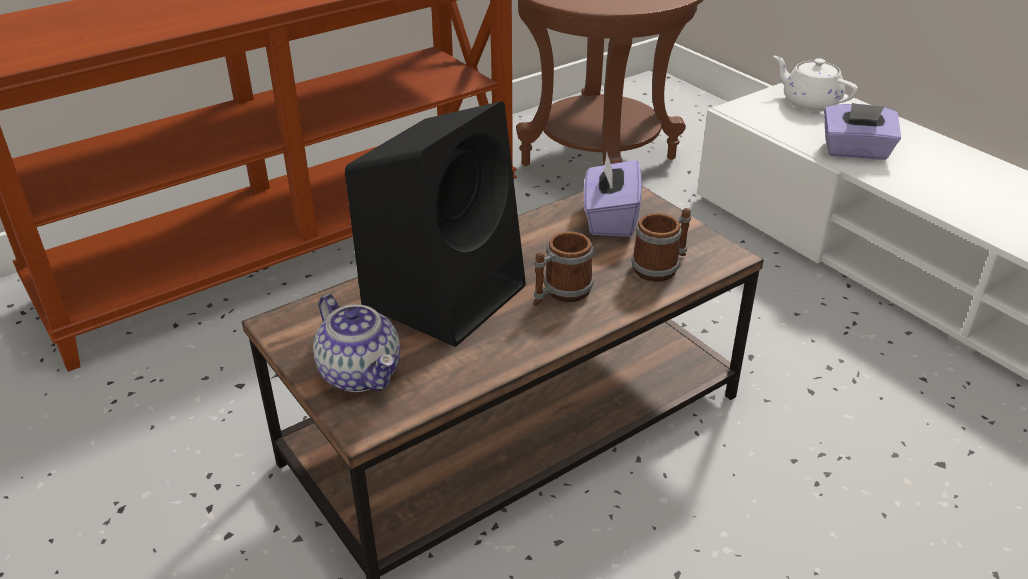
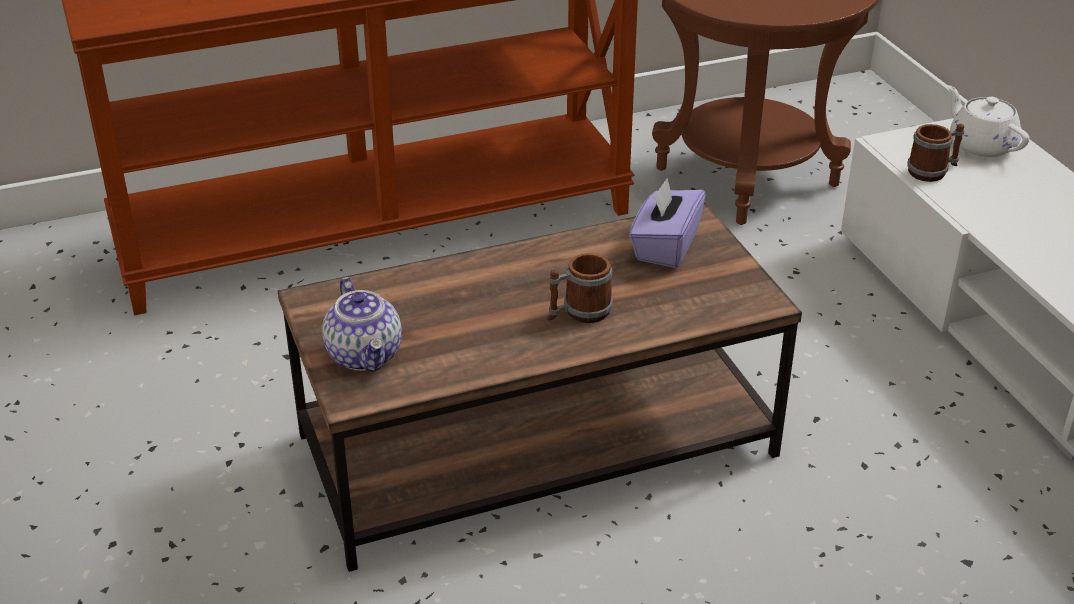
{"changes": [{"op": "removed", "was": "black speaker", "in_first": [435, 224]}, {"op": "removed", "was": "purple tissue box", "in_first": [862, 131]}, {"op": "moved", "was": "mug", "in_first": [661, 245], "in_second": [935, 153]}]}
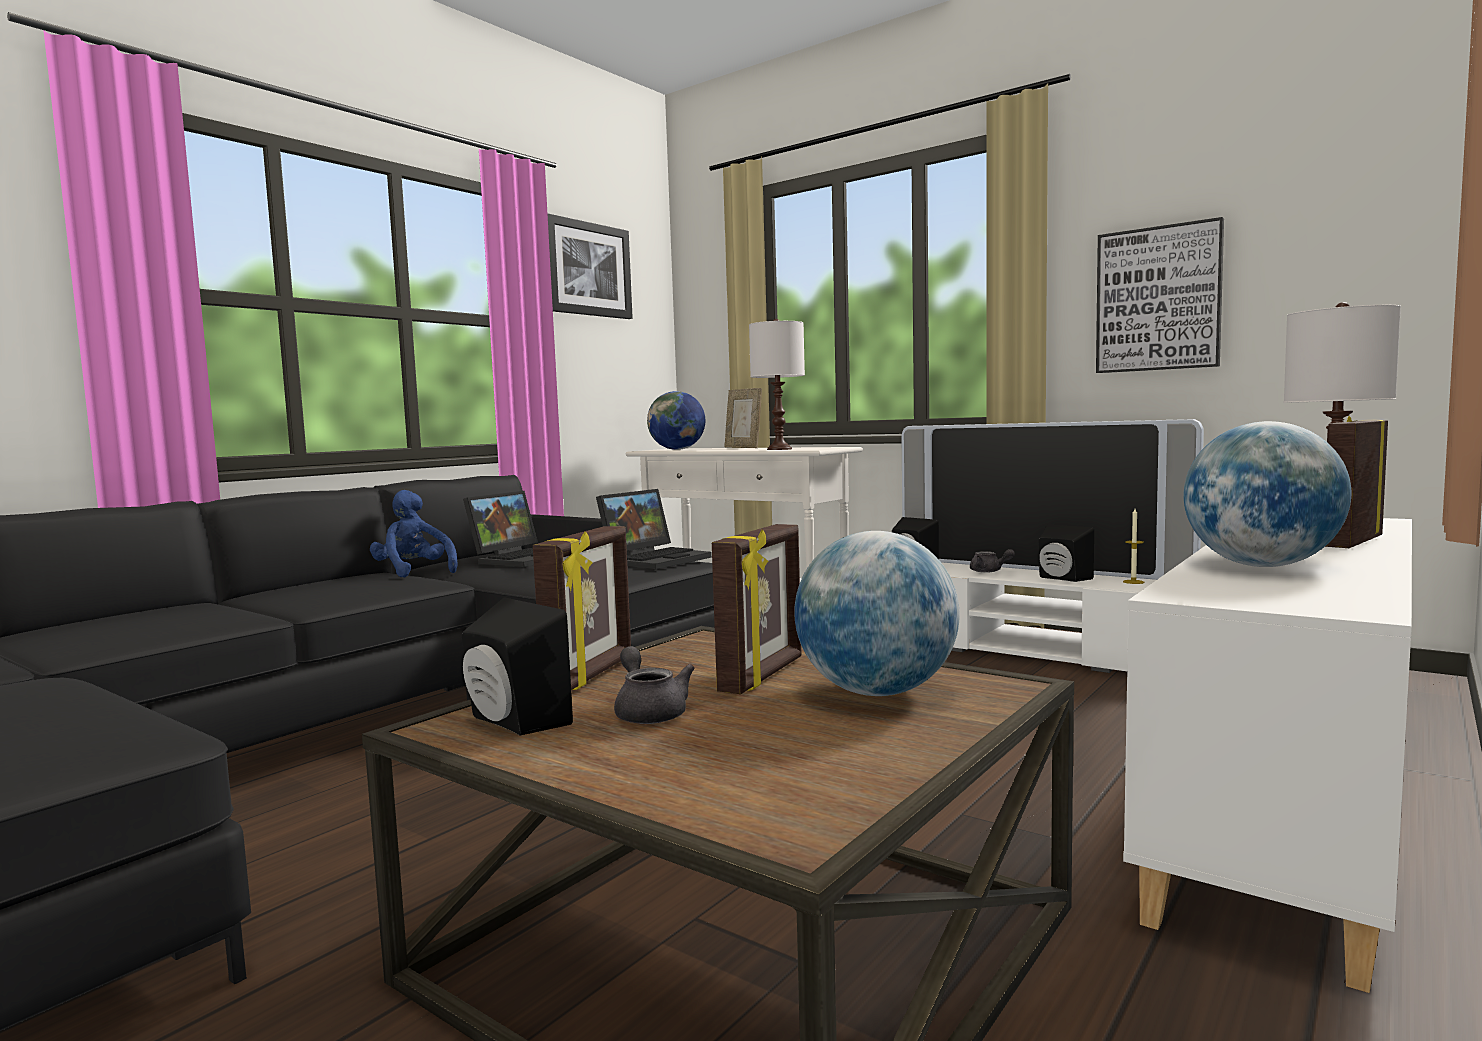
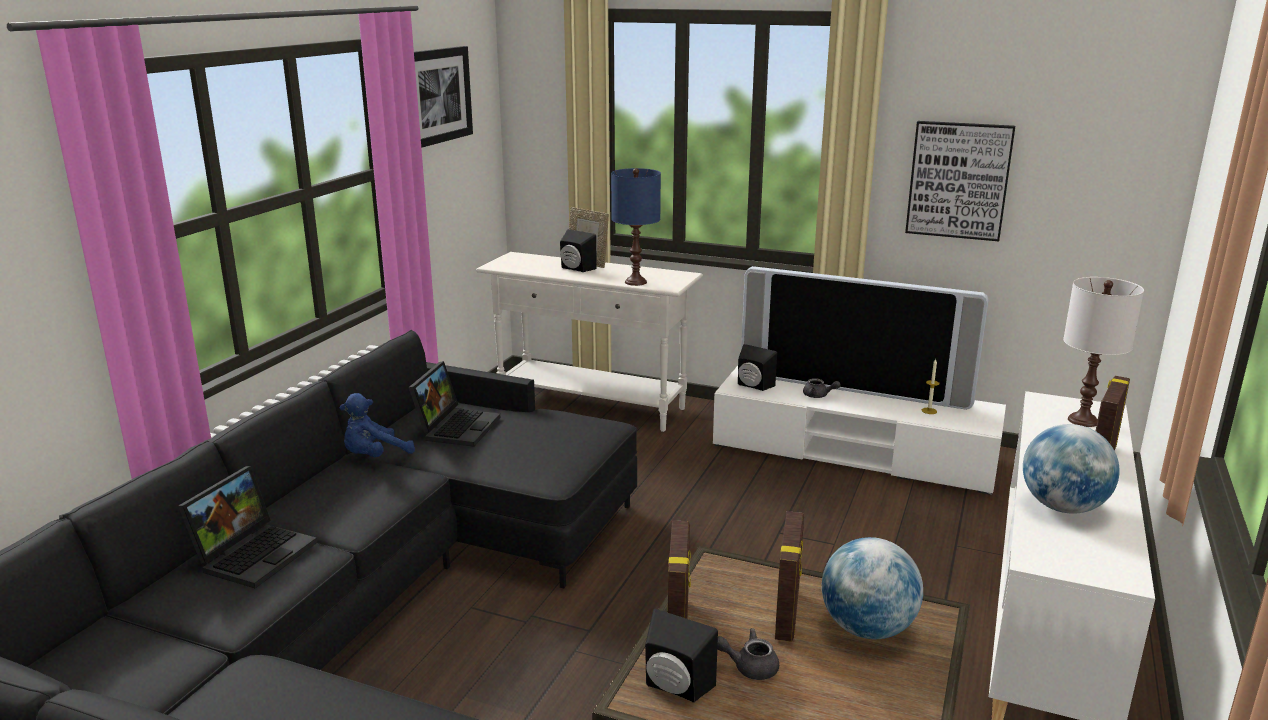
{"changes": [{"op": "recoloured", "was": "white table lamp", "now": "blue table lamp", "in_first": [777, 384], "in_second": [636, 227]}, {"op": "removed", "was": "globe", "in_first": [676, 420]}, {"op": "moved", "was": "laptop", "in_first": [654, 529], "in_second": [247, 527]}, {"op": "turned", "was": "blue plush toy", "in_first": [414, 534], "in_second": [377, 425], "clockwise": -75}, {"op": "moved", "was": "black speaker", "in_first": [1066, 553], "in_second": [578, 250]}, {"op": "turned", "was": "grey teapot", "in_first": [654, 685], "in_second": [748, 654], "clockwise": -45}]}
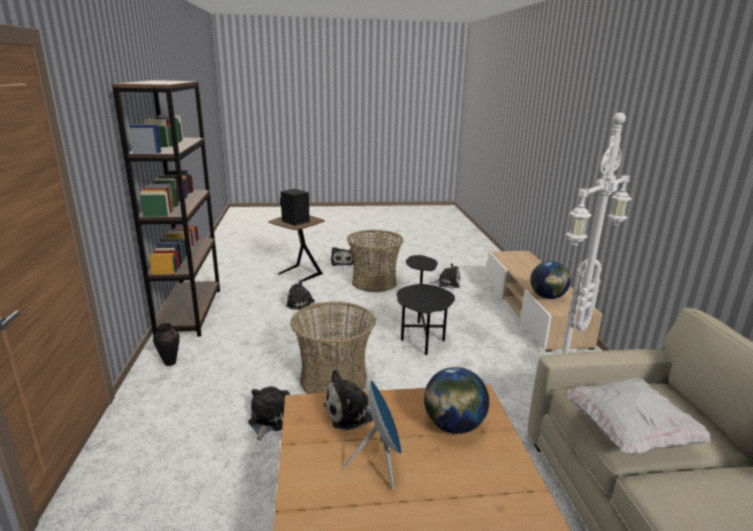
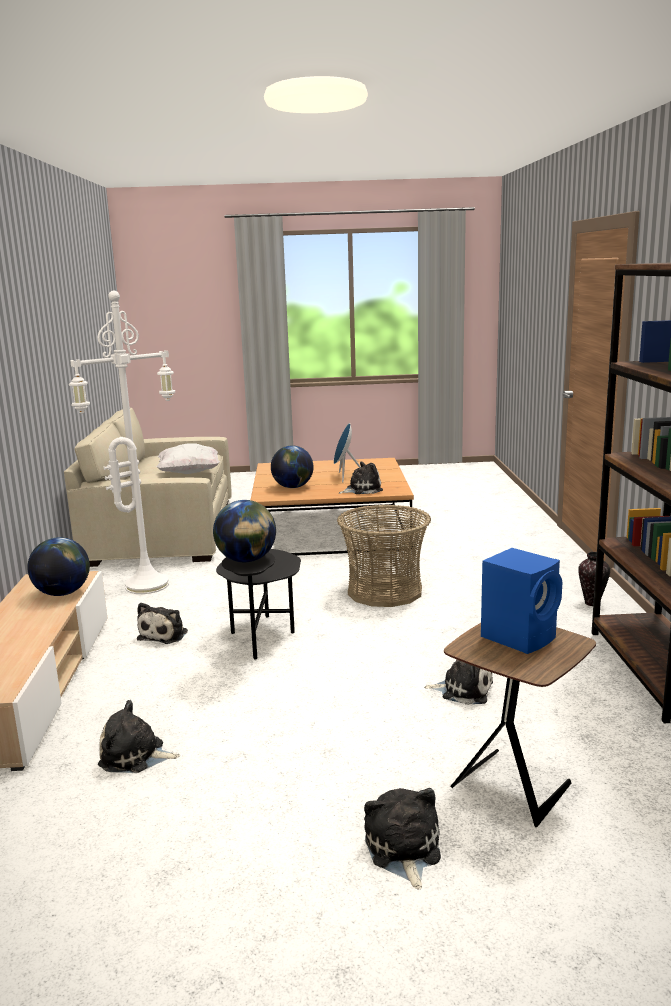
{"changes": [{"op": "recoloured", "was": "black speaker", "now": "blue speaker", "in_first": [295, 207], "in_second": [521, 601]}, {"op": "removed", "was": "basket", "in_first": [375, 261]}, {"op": "moved", "was": "plush toy", "in_first": [269, 414], "in_second": [162, 623]}, {"op": "added", "now": "globe", "in_second": [244, 531]}]}
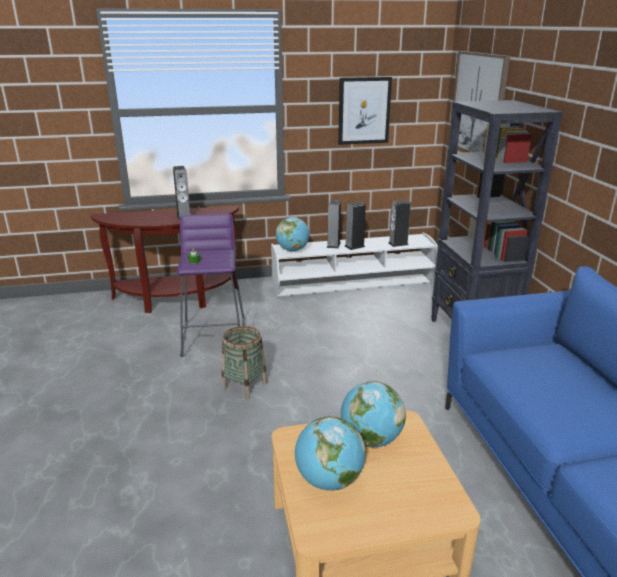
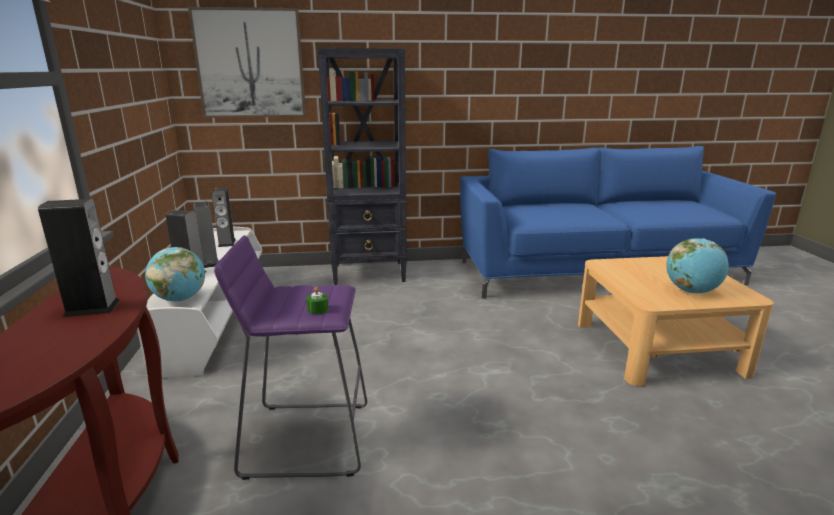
{"changes": [{"op": "removed", "was": "picture", "in_first": [365, 111]}, {"op": "removed", "was": "basket", "in_first": [244, 362]}, {"op": "removed", "was": "globe", "in_first": [373, 414]}]}
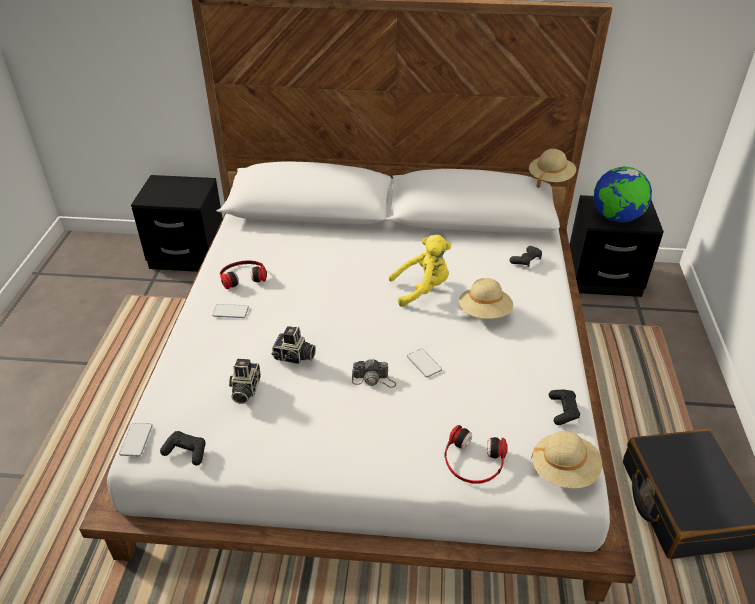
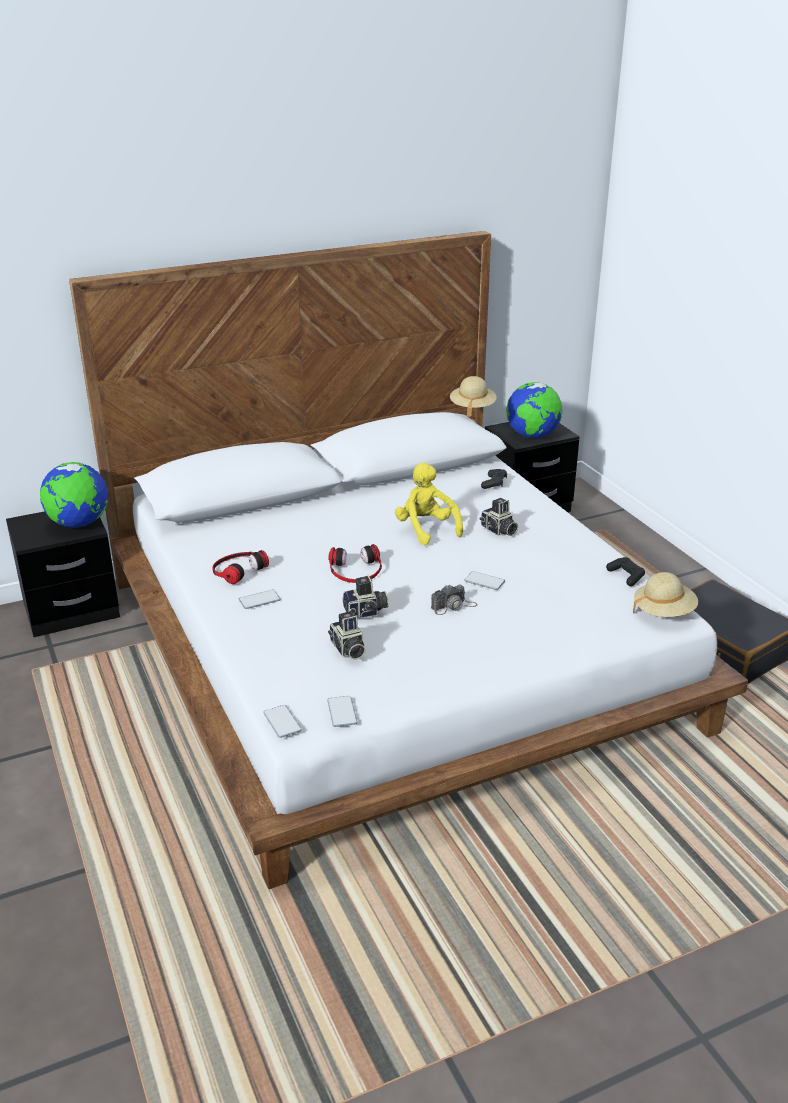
{"changes": [{"op": "turned", "was": "yellow plush toy", "in_first": [420, 271], "in_second": [429, 504], "clockwise": -75}, {"op": "replaced", "was": "beige hat", "now": "photo camera", "in_first": [486, 298], "in_second": [498, 517]}, {"op": "moved", "was": "headphones", "in_first": [475, 454], "in_second": [355, 563]}, {"op": "replaced", "was": "black game controller", "now": "phone", "in_first": [182, 448], "in_second": [342, 711]}, {"op": "added", "now": "globe", "in_second": [74, 495]}]}
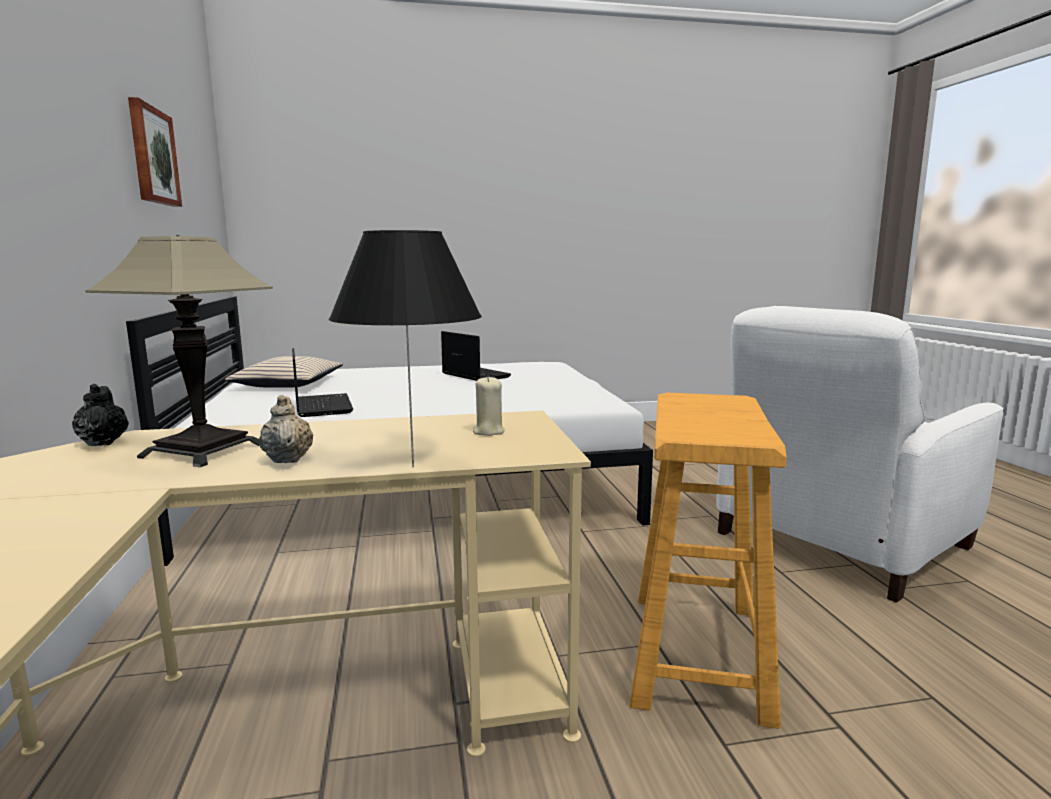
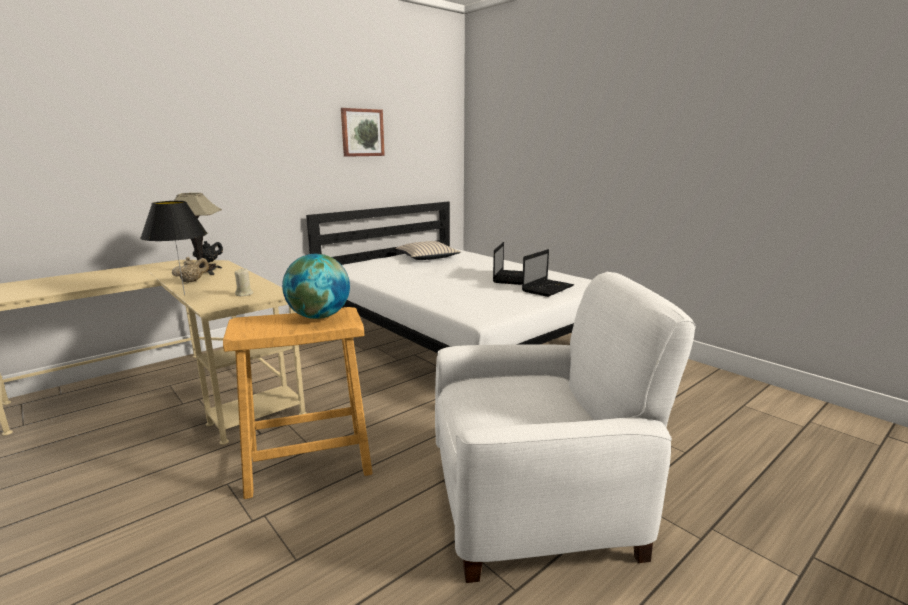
{"changes": [{"op": "turned", "was": "white armchair", "in_first": [860, 454], "in_second": [565, 427], "clockwise": 150}, {"op": "moved", "was": "laptop", "in_first": [322, 382], "in_second": [548, 273]}, {"op": "added", "now": "globe", "in_second": [316, 286]}]}
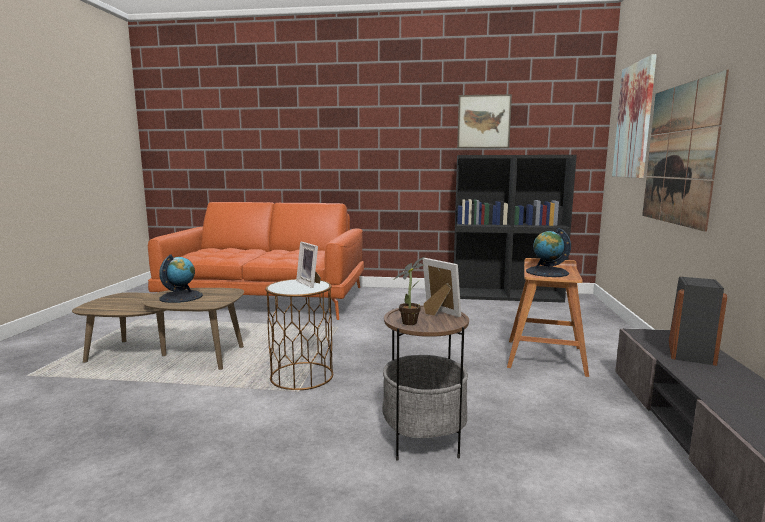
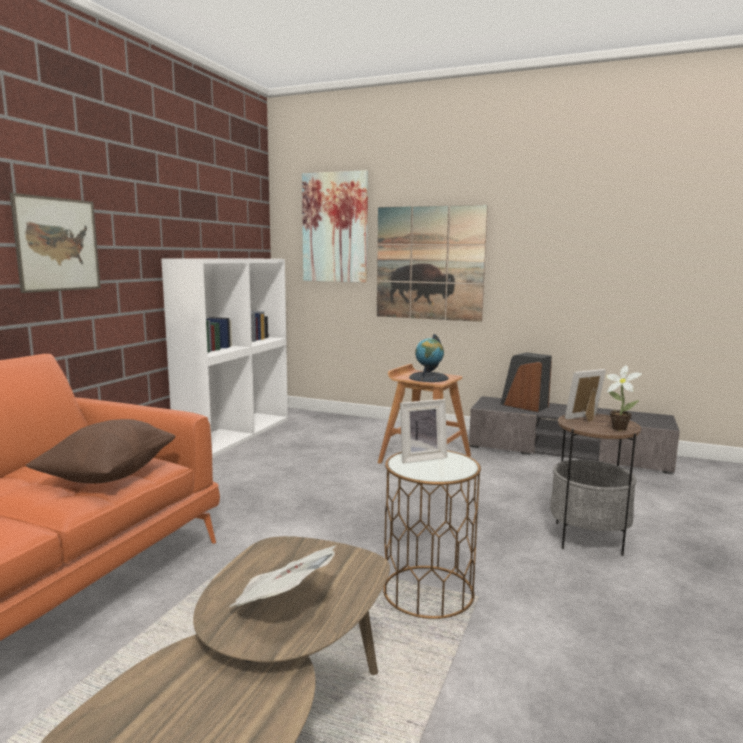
{"changes": [{"op": "moved", "was": "picture", "in_first": [484, 121], "in_second": [55, 243]}, {"op": "recoloured", "was": "black bookcase", "now": "white bookcase", "in_first": [515, 229], "in_second": [224, 358]}, {"op": "replaced", "was": "globe", "now": "newspaper", "in_first": [181, 278], "in_second": [283, 576]}, {"op": "added", "now": "brown pillow", "in_second": [100, 451]}]}
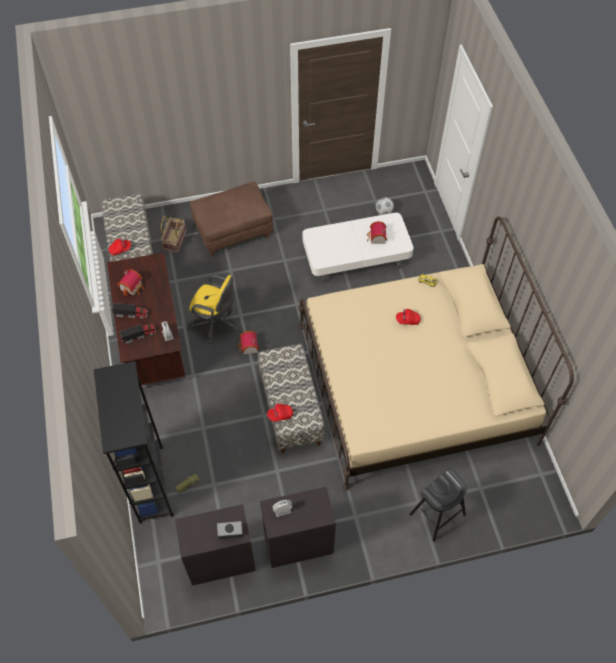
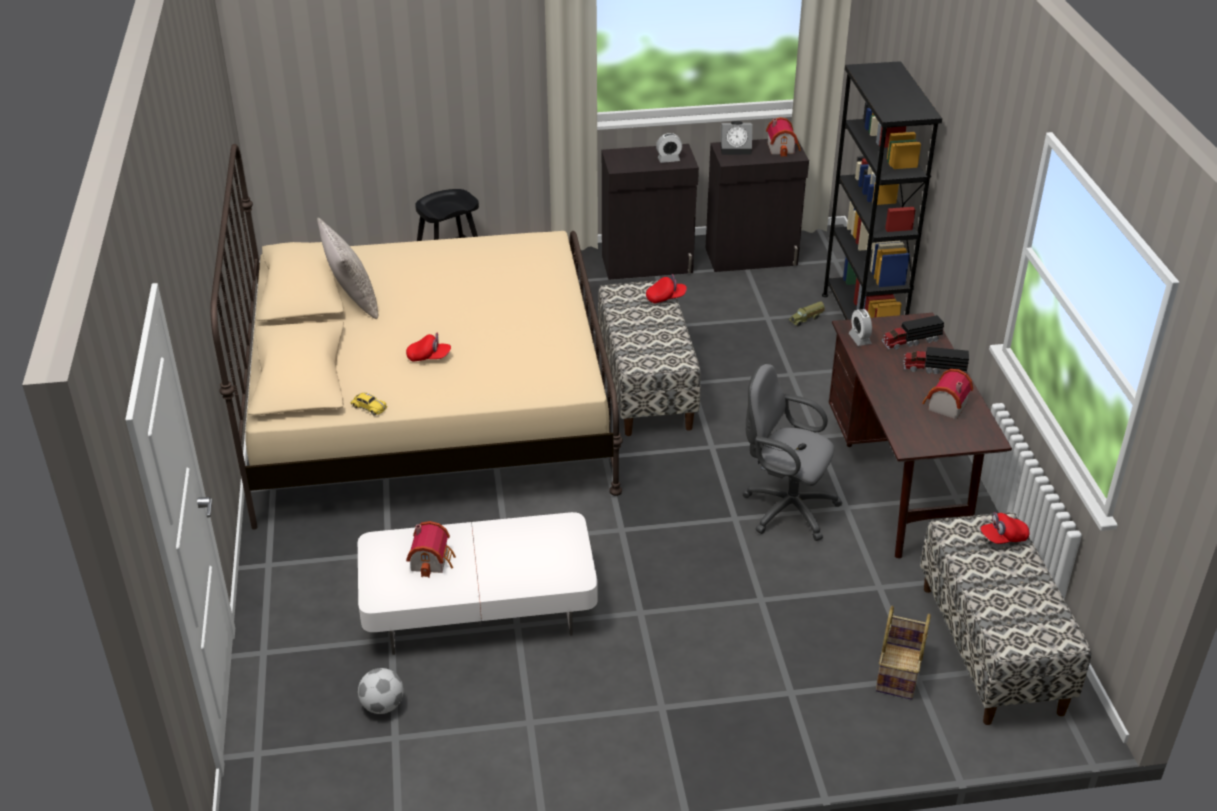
{"changes": [{"op": "removed", "was": "brown ottoman", "in_first": [231, 219]}, {"op": "recoloured", "was": "yellow office chair", "now": "grey office chair", "in_first": [211, 308], "in_second": [792, 452]}, {"op": "moved", "was": "toy house", "in_first": [248, 343], "in_second": [783, 137]}, {"op": "added", "now": "grey pillow", "in_second": [347, 268]}]}
